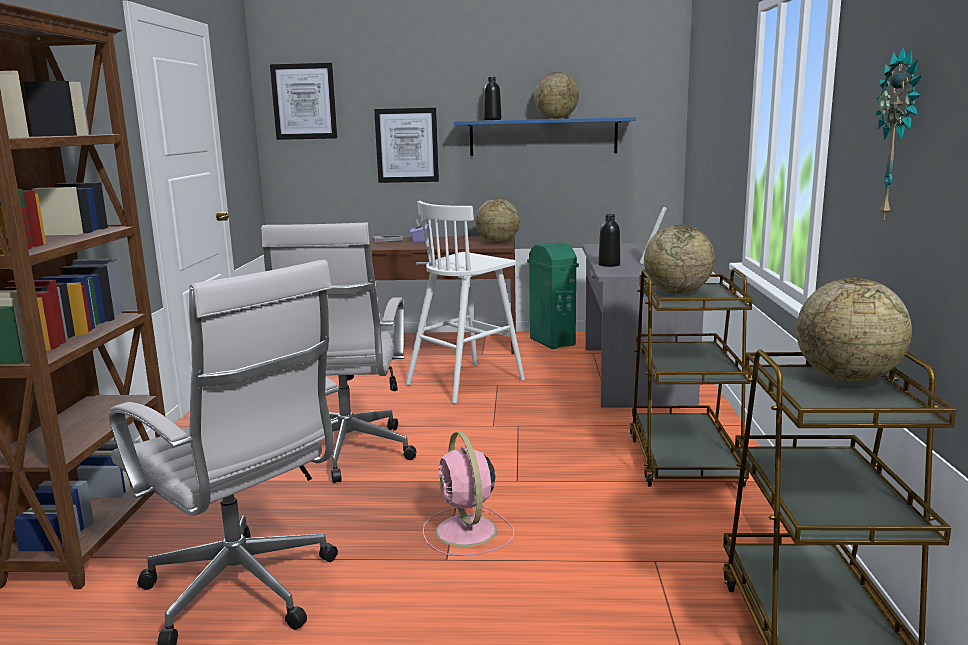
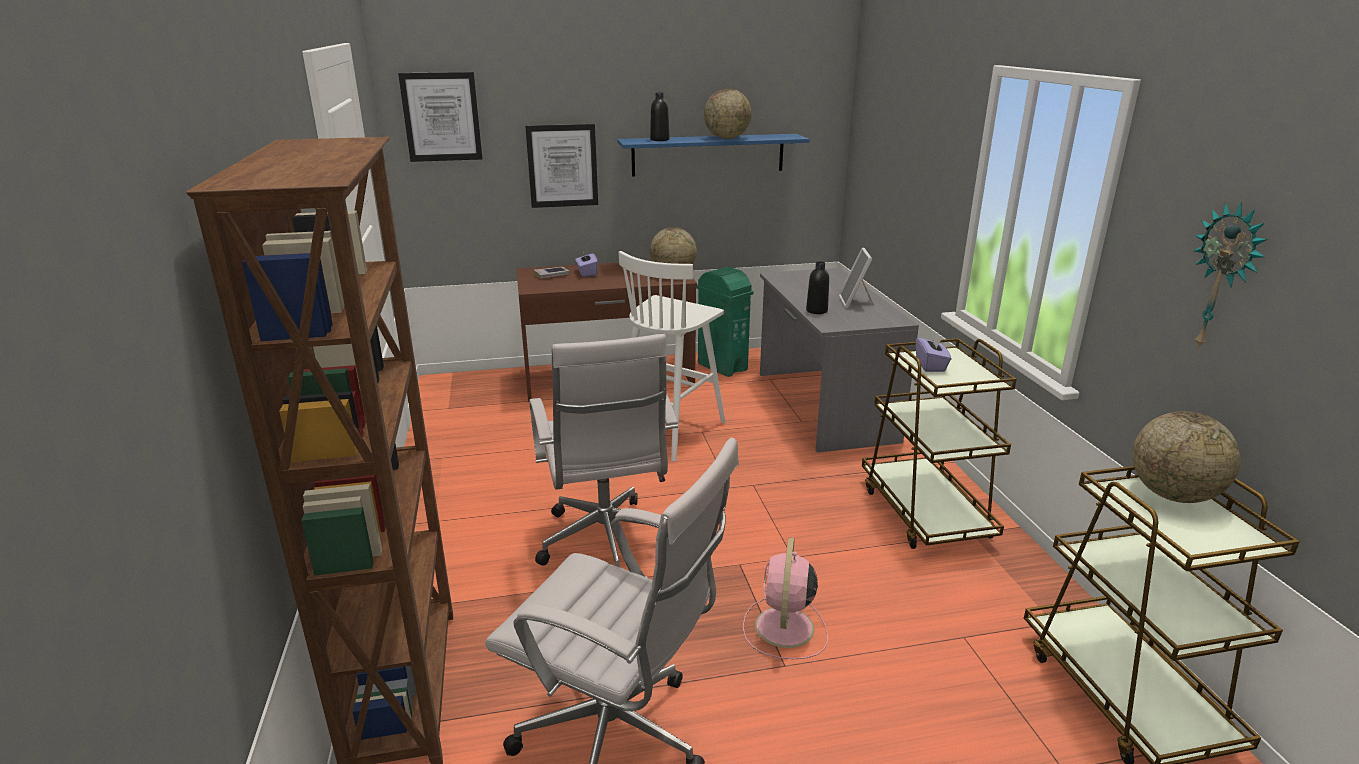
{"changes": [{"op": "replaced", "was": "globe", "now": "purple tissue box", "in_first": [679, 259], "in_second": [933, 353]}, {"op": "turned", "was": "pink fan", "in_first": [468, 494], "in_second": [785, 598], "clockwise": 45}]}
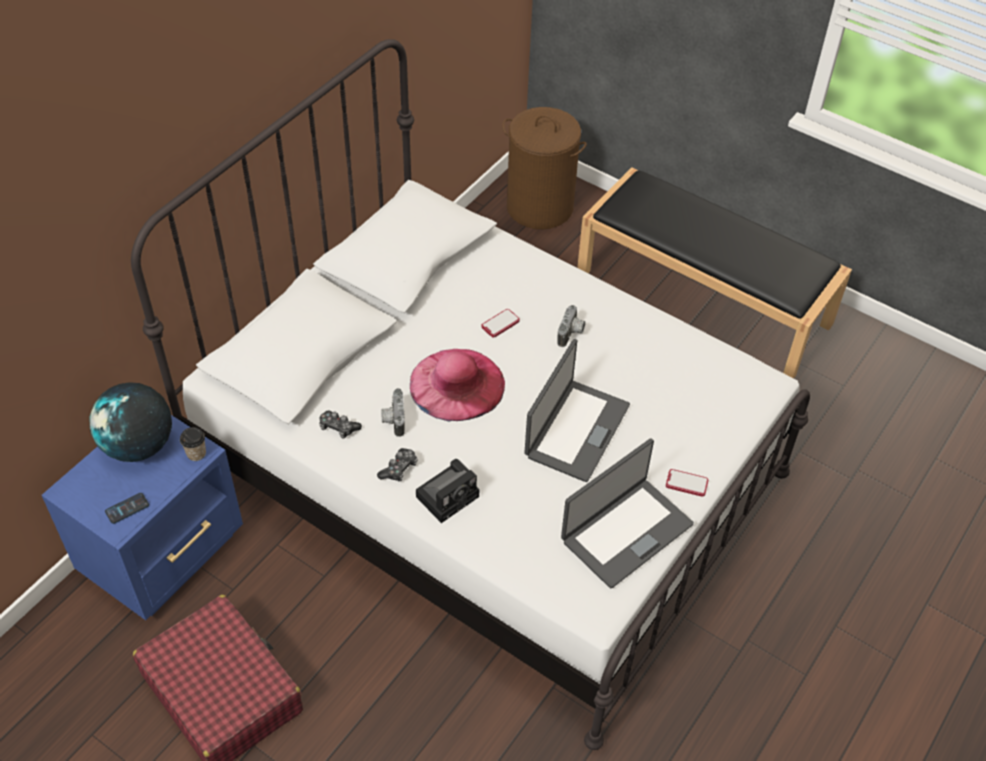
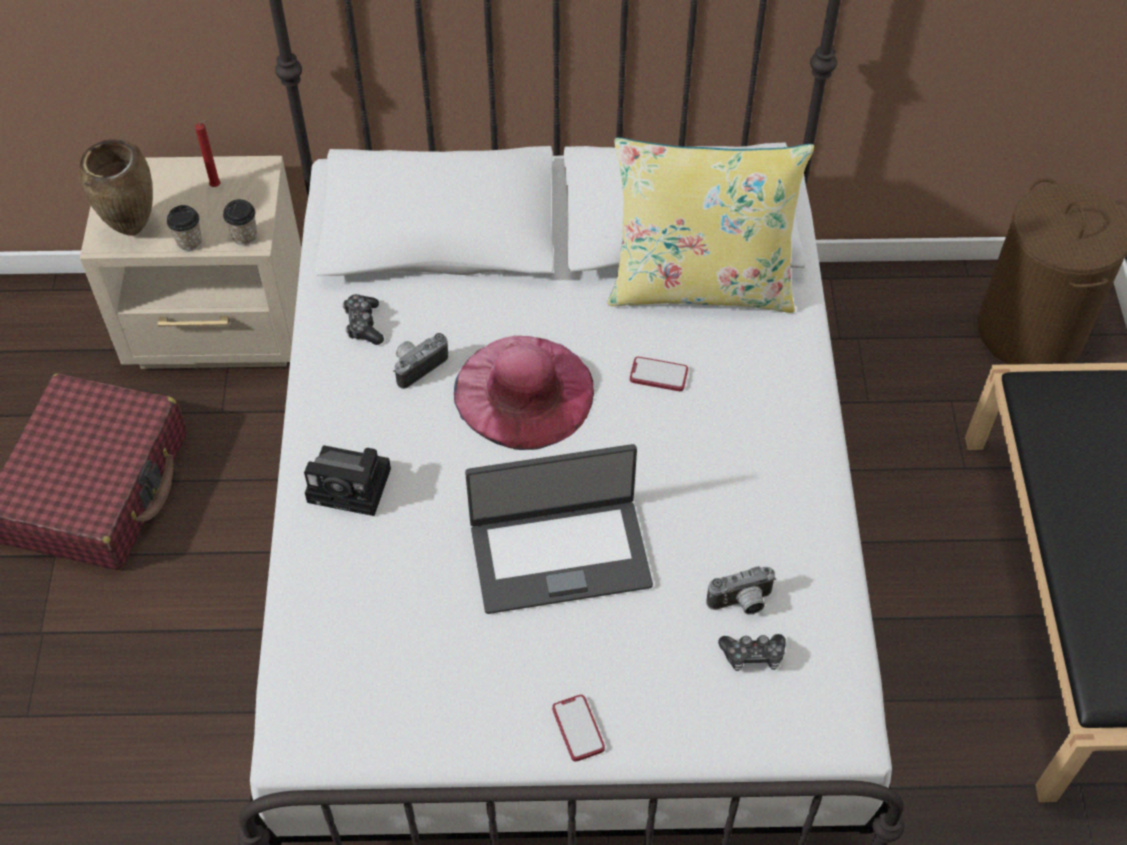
{"changes": [{"op": "moved", "was": "photo camera", "in_first": [571, 326], "in_second": [741, 590]}, {"op": "replaced", "was": "globe", "now": "red candle", "in_first": [131, 422], "in_second": [208, 153]}, {"op": "recoloured", "was": "blue nightstand", "now": "beige nightstand", "in_first": [142, 517], "in_second": [191, 262]}, {"op": "removed", "was": "laptop", "in_first": [627, 513]}, {"op": "moved", "was": "game controller", "in_first": [397, 464], "in_second": [752, 652]}, {"op": "replaced", "was": "phone", "now": "brown vase", "in_first": [127, 508], "in_second": [115, 187]}, {"op": "added", "now": "yellow pillow", "in_second": [710, 225]}, {"op": "added", "now": "cup", "in_second": [184, 228]}]}
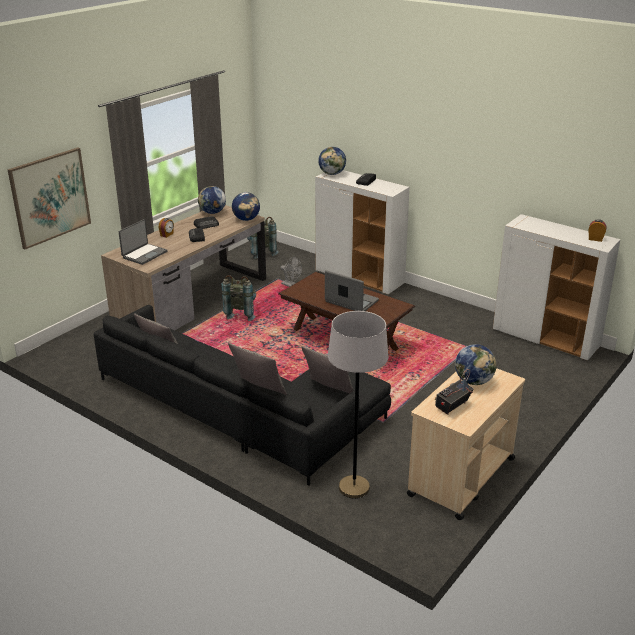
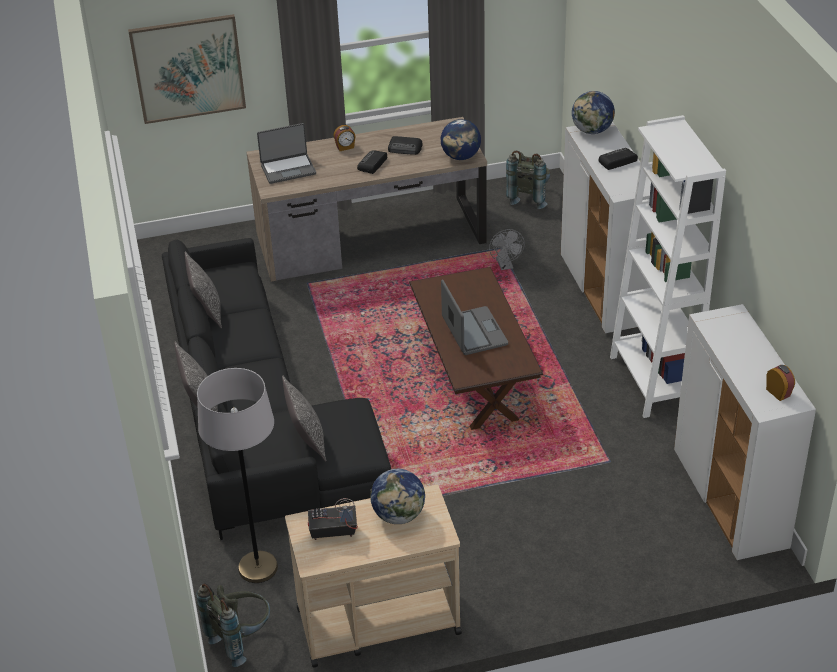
{"changes": [{"op": "removed", "was": "globe", "in_first": [212, 200]}, {"op": "moved", "was": "grey backpack", "in_first": [238, 298], "in_second": [233, 625]}, {"op": "added", "now": "white bookcase", "in_second": [668, 266]}]}
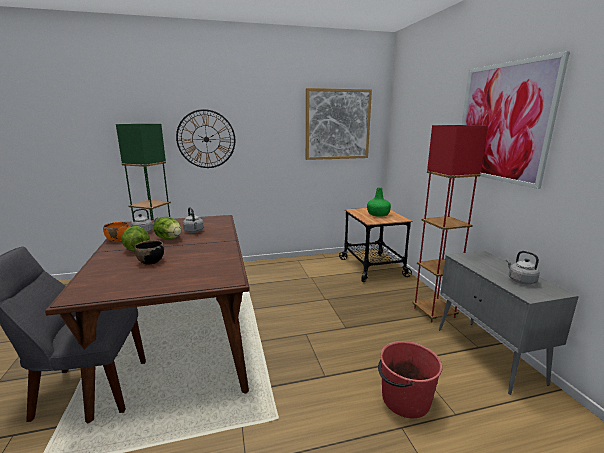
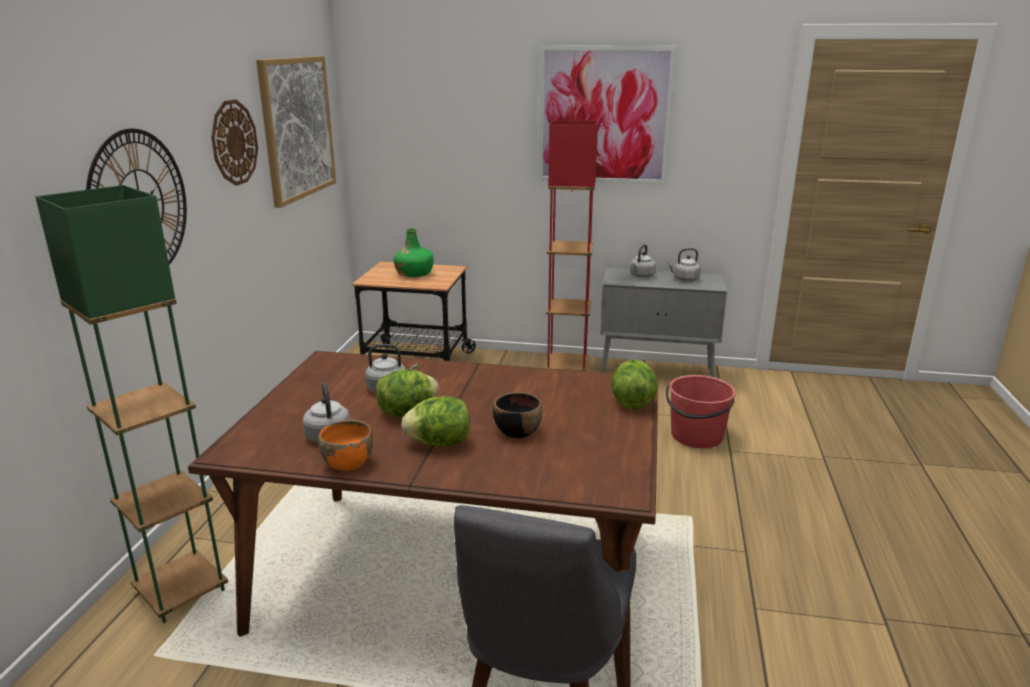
{"changes": [{"op": "added", "now": "wall clock", "in_second": [234, 142]}, {"op": "added", "now": "grey kettle", "in_second": [643, 261]}, {"op": "added", "now": "lettuce", "in_second": [634, 384]}]}
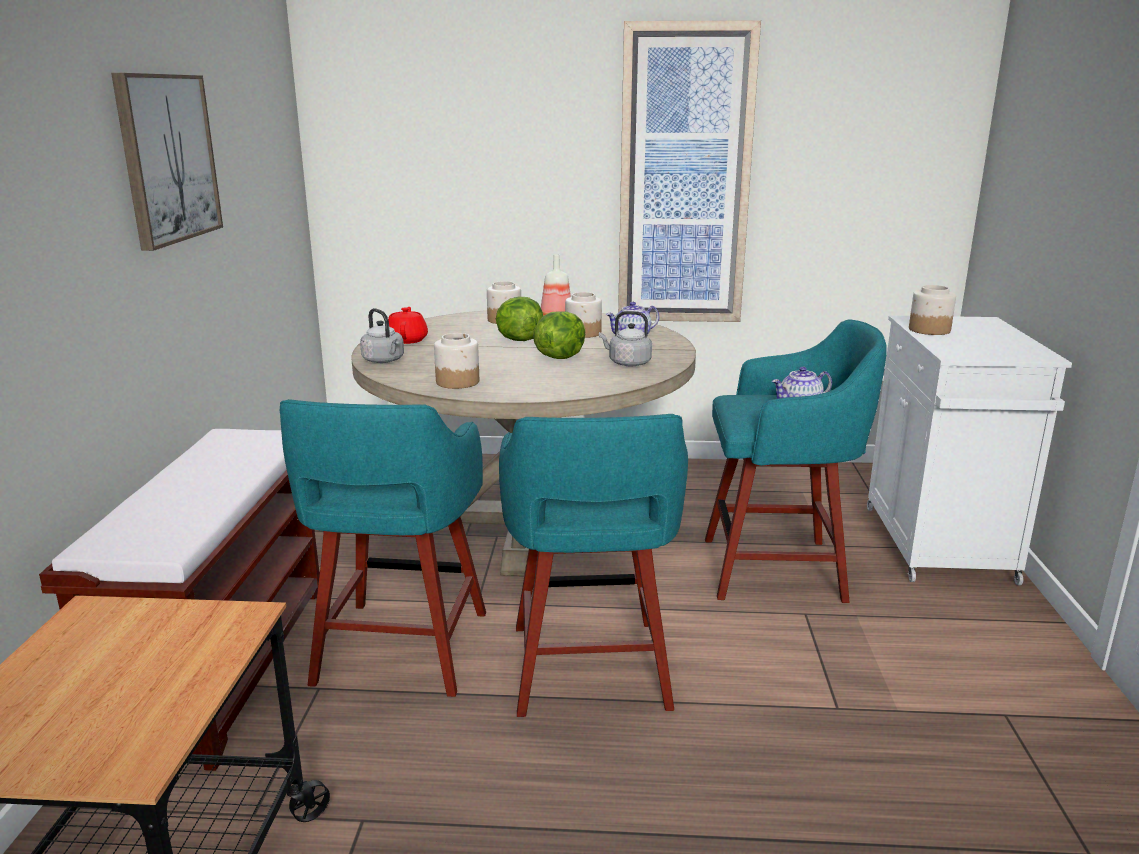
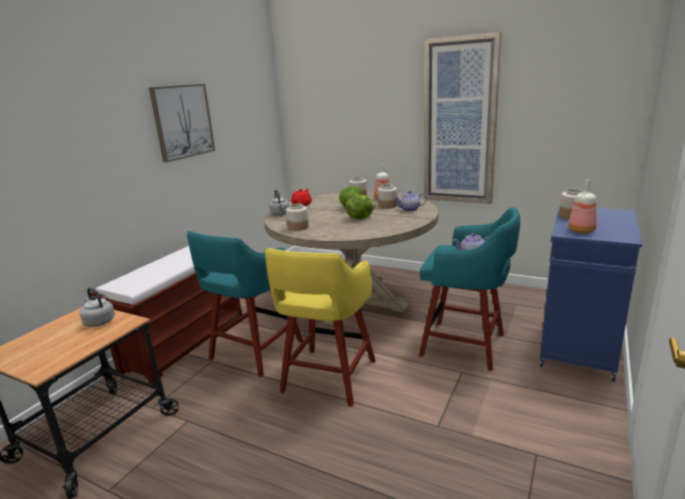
{"changes": [{"op": "moved", "was": "grey kettle", "in_first": [625, 339], "in_second": [97, 307]}, {"op": "recoloured", "was": "white cabinet", "now": "blue cabinet", "in_first": [969, 450], "in_second": [591, 294]}, {"op": "recoloured", "was": "turquoise stool", "now": "yellow stool", "in_first": [593, 565], "in_second": [320, 327]}, {"op": "added", "now": "bottle", "in_second": [582, 206]}]}
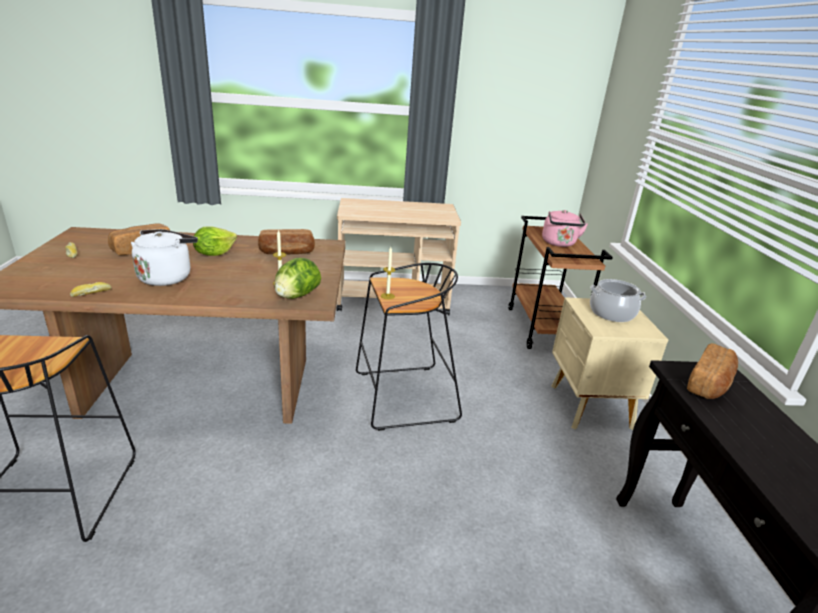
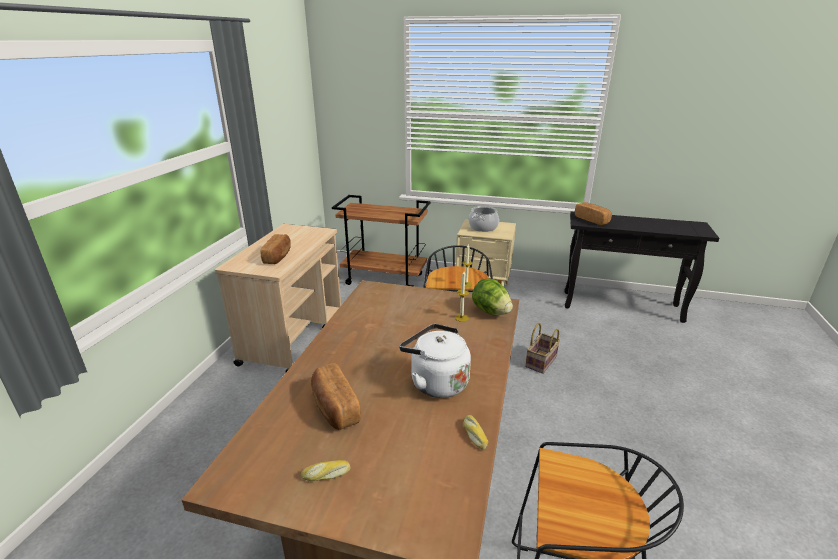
{"changes": [{"op": "removed", "was": "pink kettle", "in_first": [565, 228]}, {"op": "removed", "was": "lettuce", "in_first": [215, 241]}, {"op": "moved", "was": "bread", "in_first": [286, 241], "in_second": [276, 249]}, {"op": "added", "now": "basket", "in_second": [542, 348]}]}
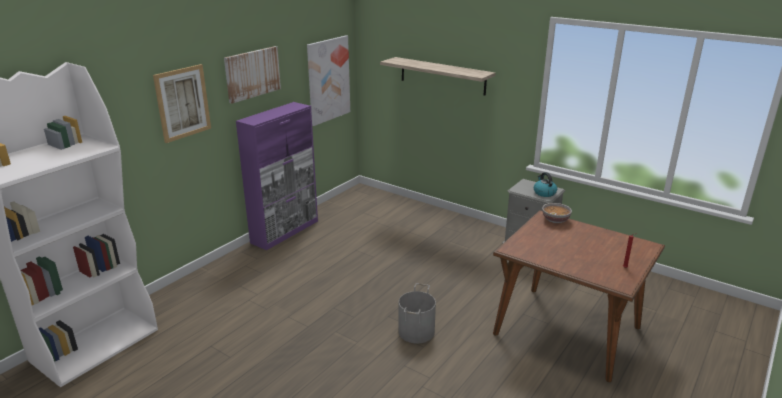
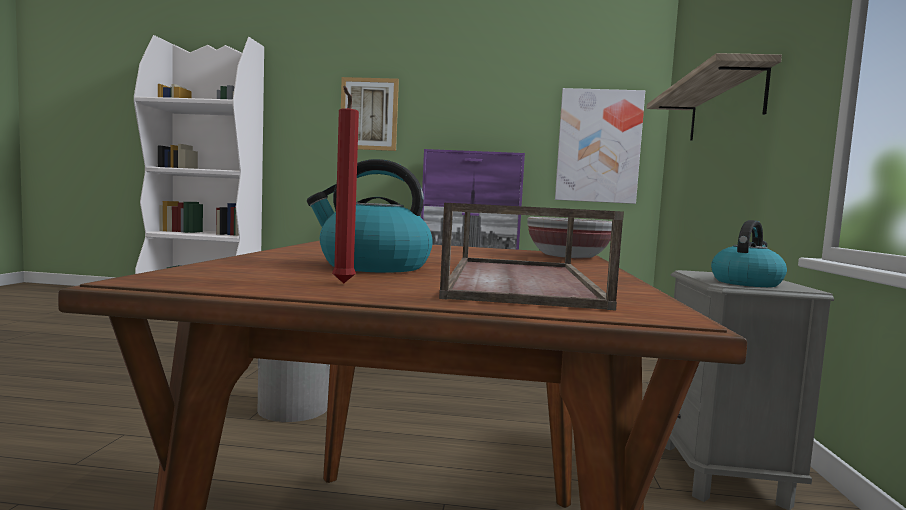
{"changes": [{"op": "removed", "was": "picture", "in_first": [252, 75]}, {"op": "added", "now": "kettle", "in_second": [370, 216]}, {"op": "added", "now": "brown tray", "in_second": [531, 257]}]}
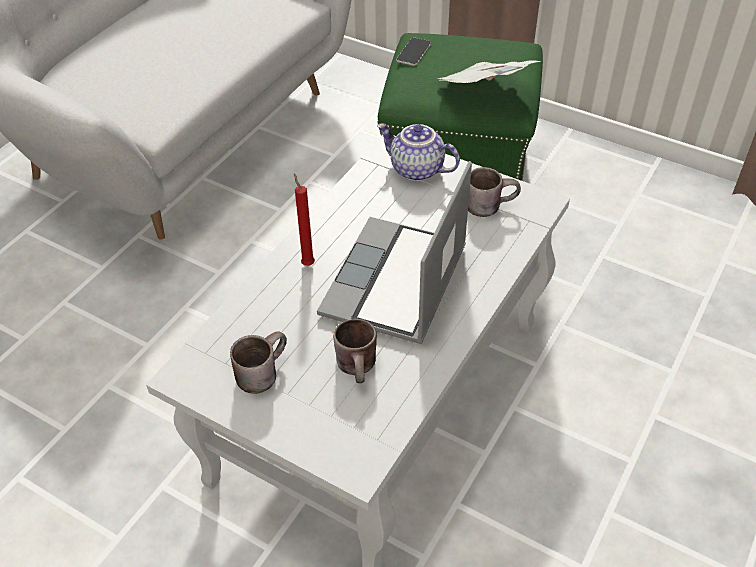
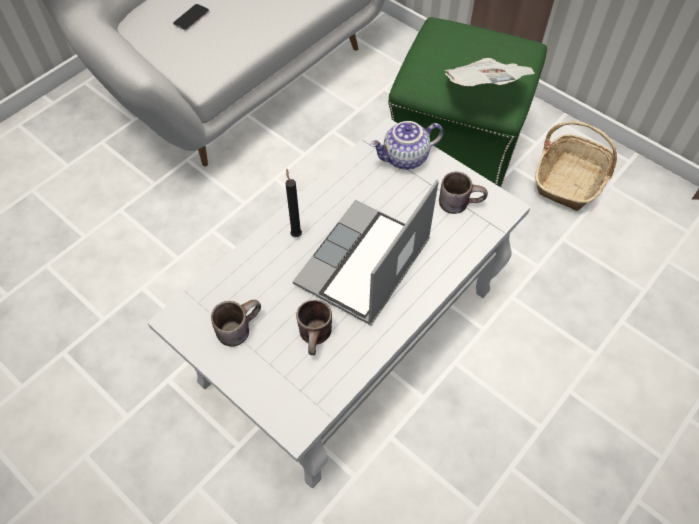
{"changes": [{"op": "moved", "was": "phone", "in_first": [413, 52], "in_second": [191, 17]}, {"op": "turned", "was": "teapot", "in_first": [418, 152], "in_second": [406, 145], "clockwise": -60}, {"op": "recoloured", "was": "red candle", "now": "black candle", "in_first": [304, 219], "in_second": [294, 203]}, {"op": "added", "now": "basket", "in_second": [576, 165]}]}
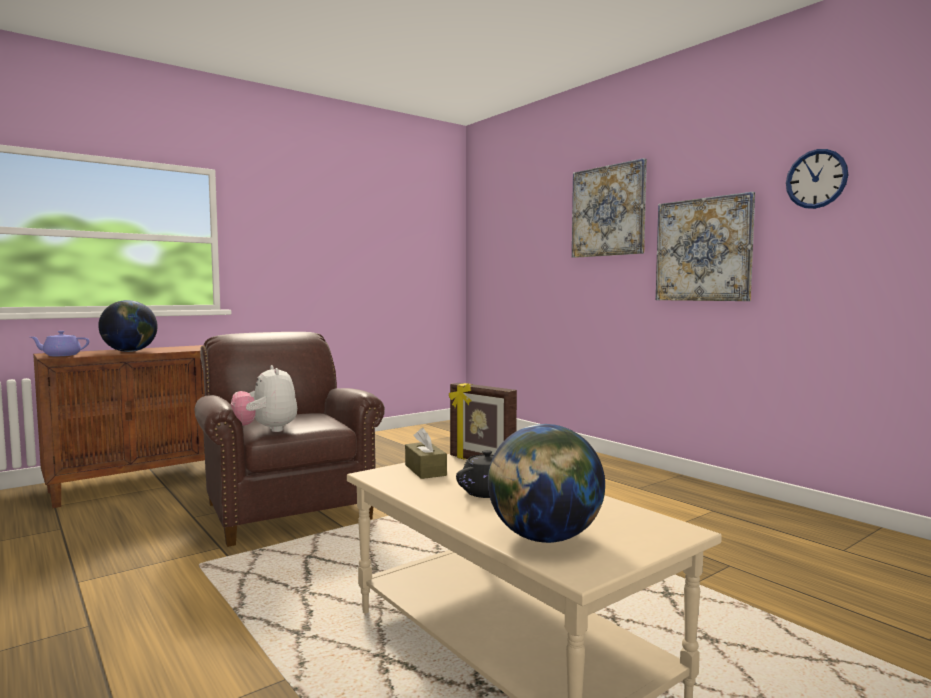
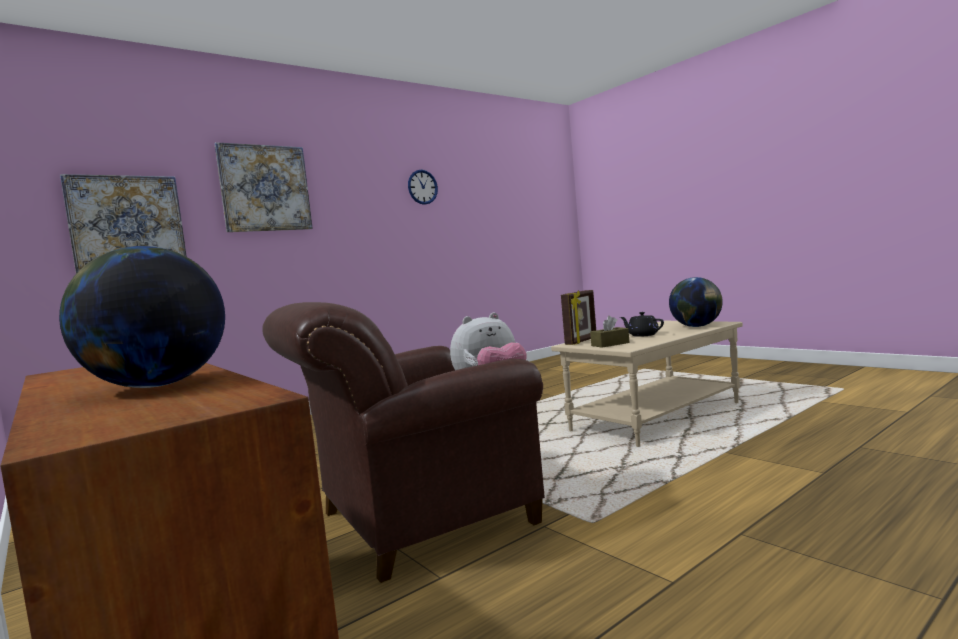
{"changes": [{"op": "moved", "was": "picture", "in_first": [705, 246], "in_second": [123, 223]}, {"op": "removed", "was": "purple teapot", "in_first": [59, 343]}]}
